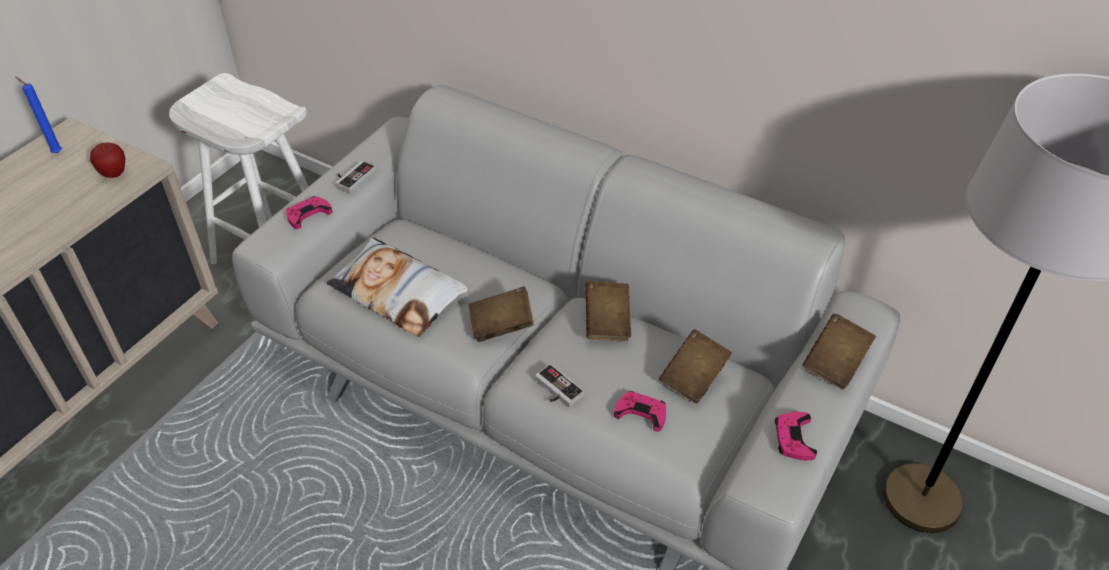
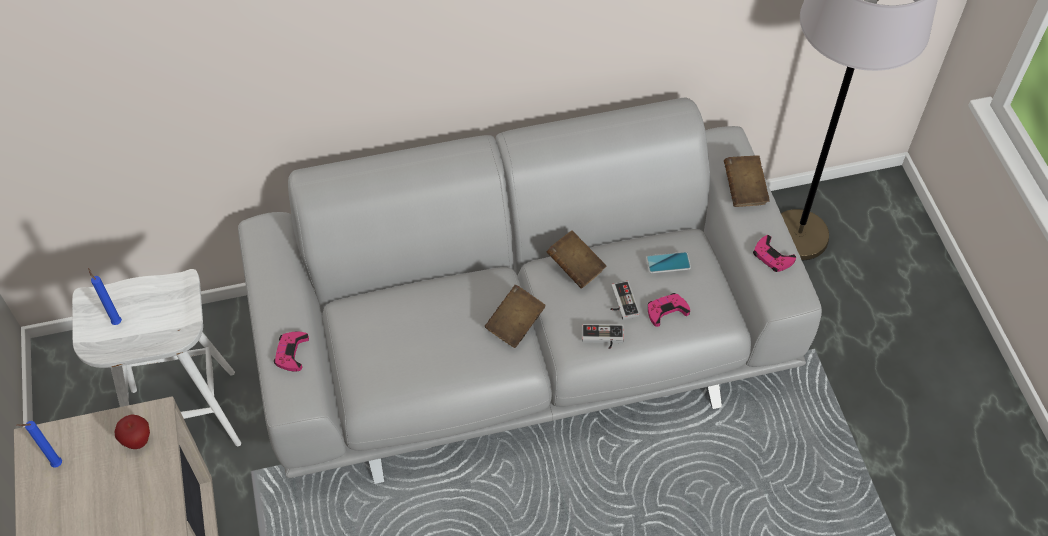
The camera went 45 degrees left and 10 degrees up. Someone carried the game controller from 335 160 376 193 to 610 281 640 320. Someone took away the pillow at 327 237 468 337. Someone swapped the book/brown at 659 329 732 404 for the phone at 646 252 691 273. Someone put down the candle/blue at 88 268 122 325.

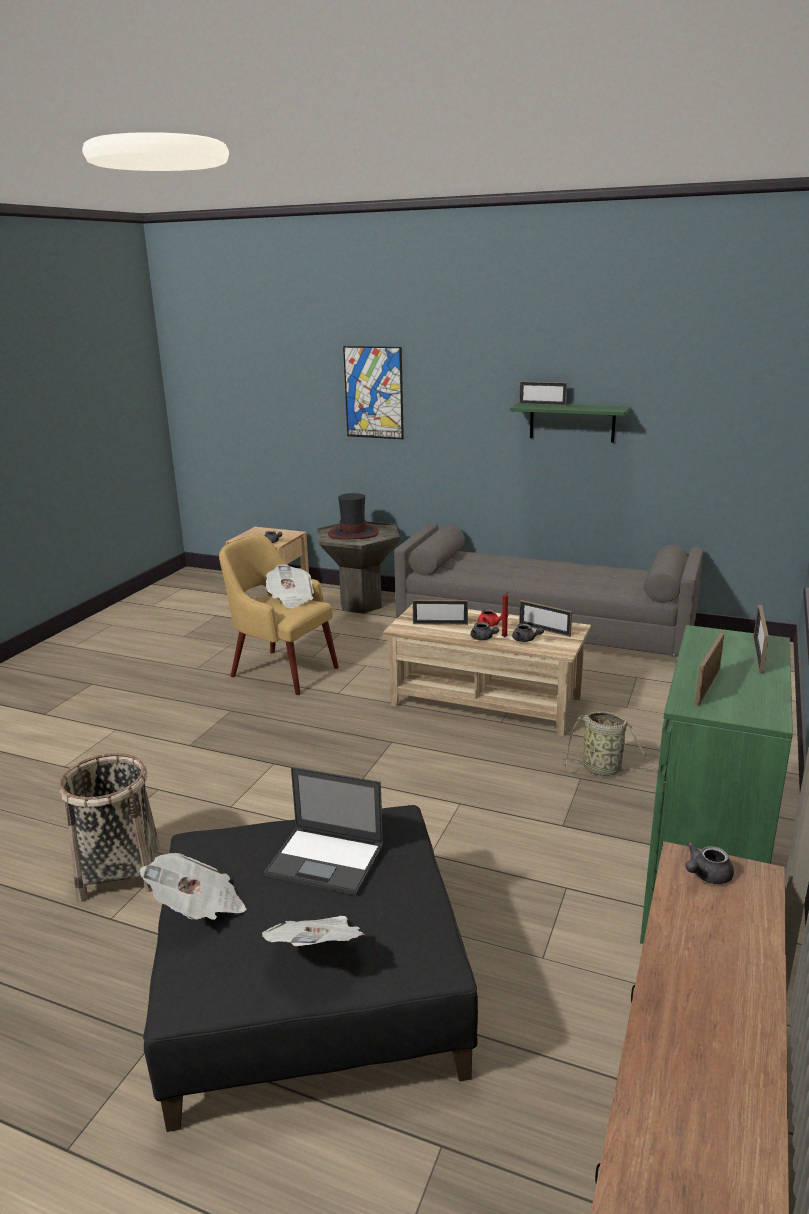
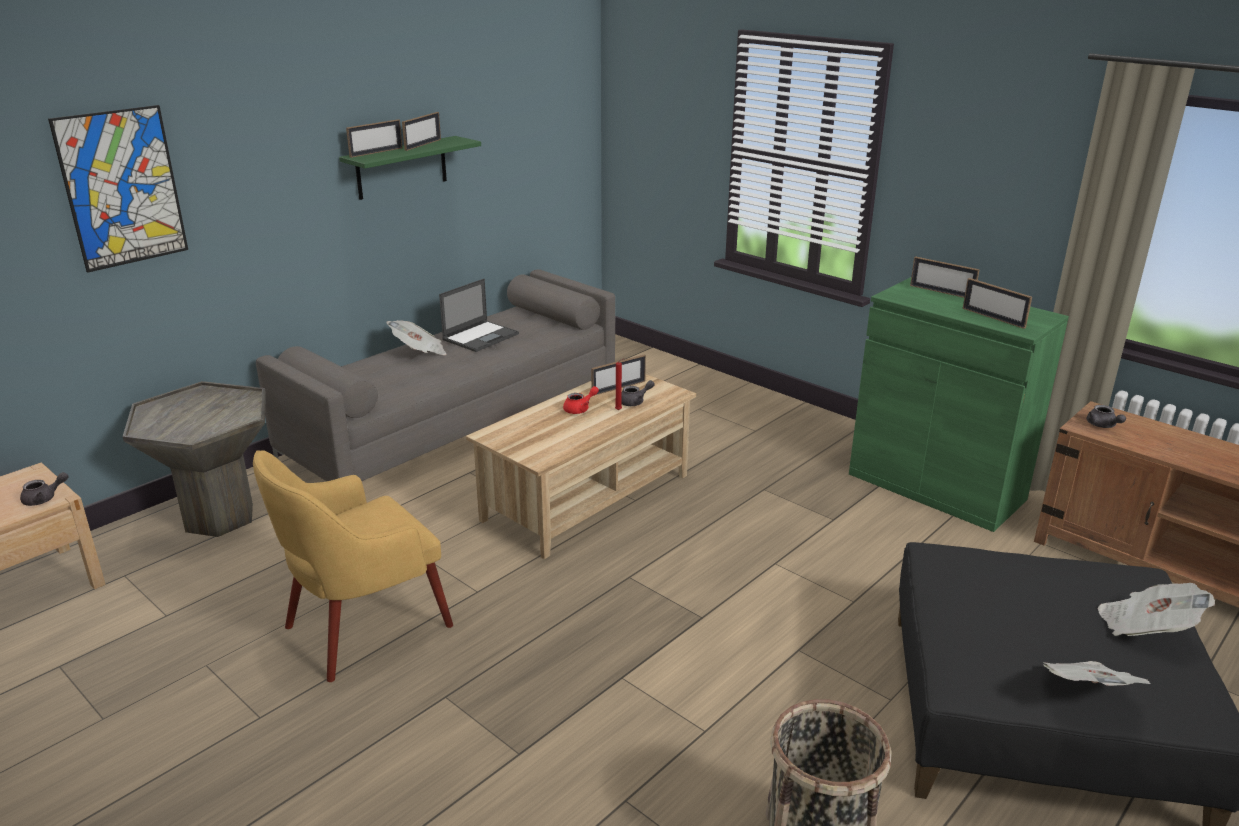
The camera went 70 degrees left and 5 degrees up. Someone took away the hat at 328 493 379 540. Someone carried the newspaper from 265 564 314 609 to 387 320 446 355. Someone carried the picture frame from 413 600 468 625 to 402 112 441 151. Someone took away the teapot/grey at 471 622 499 640. Someone took away the basket at 561 711 658 776. Someone carried the laptop from 264 767 384 895 to 439 278 519 352.

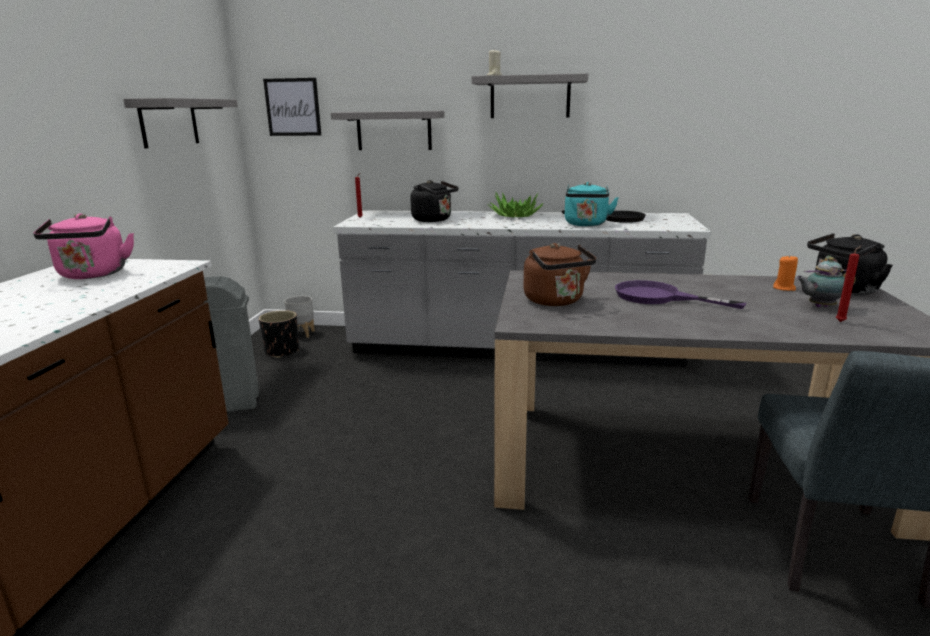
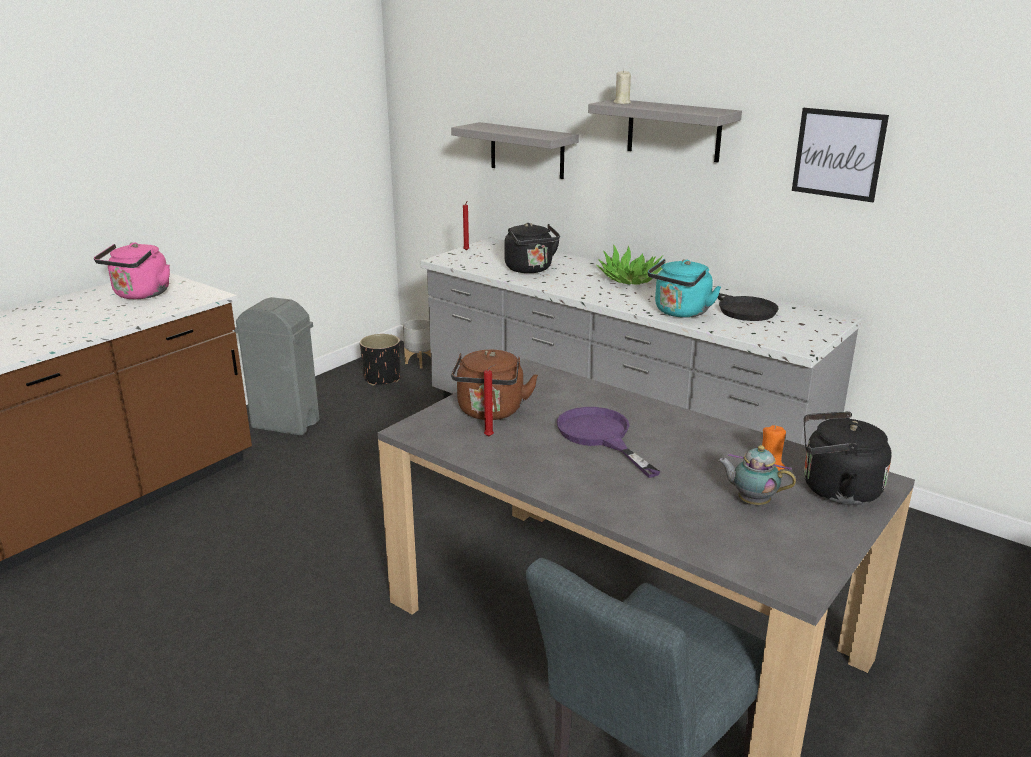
The camera went 30 degrees right and 5 degrees up. Someone carried the picture from 263 78 321 136 to 792 108 889 202. Someone took away the shelf/grey at 123 98 238 148. Someone carried the candle/red from 836 246 861 322 to 484 364 496 436.

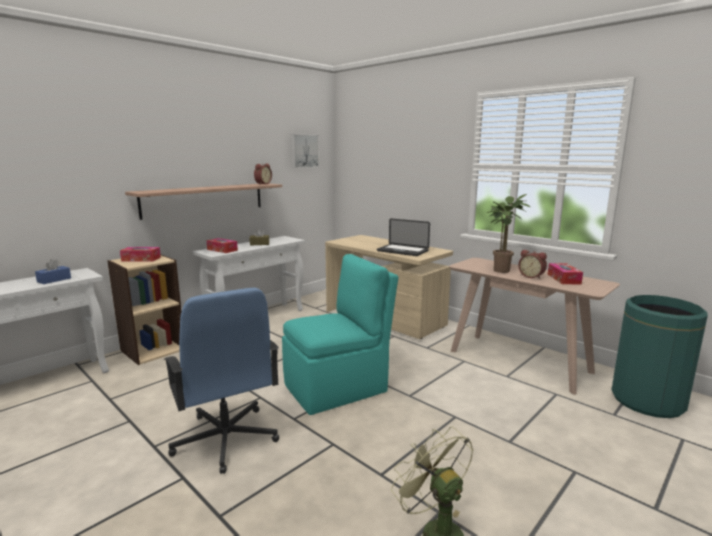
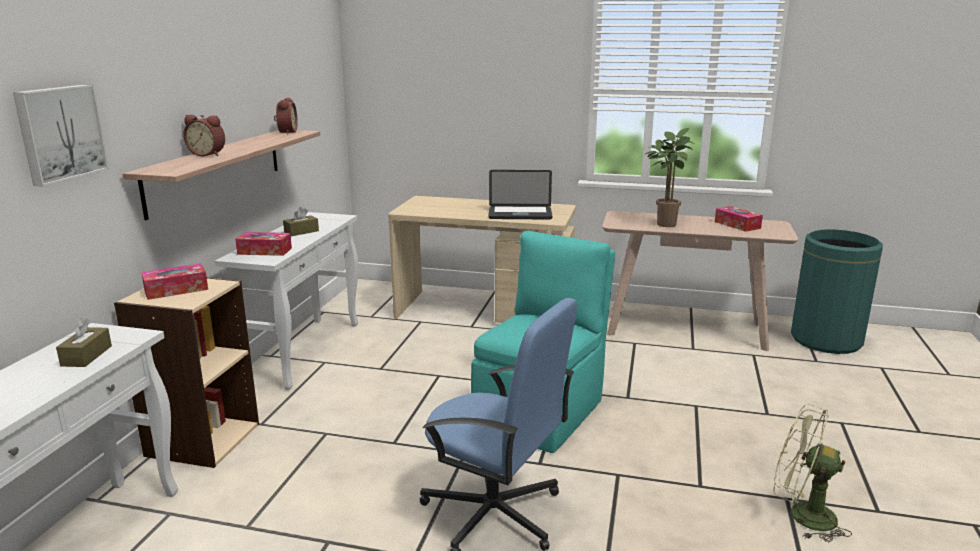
The camera went 30 degrees left and 5 degrees up. Someone carried the picture from 291 134 319 168 to 13 85 109 187. Someone carried the alarm clock from 518 250 547 279 to 183 115 225 156. Someone repainted the tissue box/blue at 35 259 71 284, which became the tissue box/brown at 56 318 112 367.

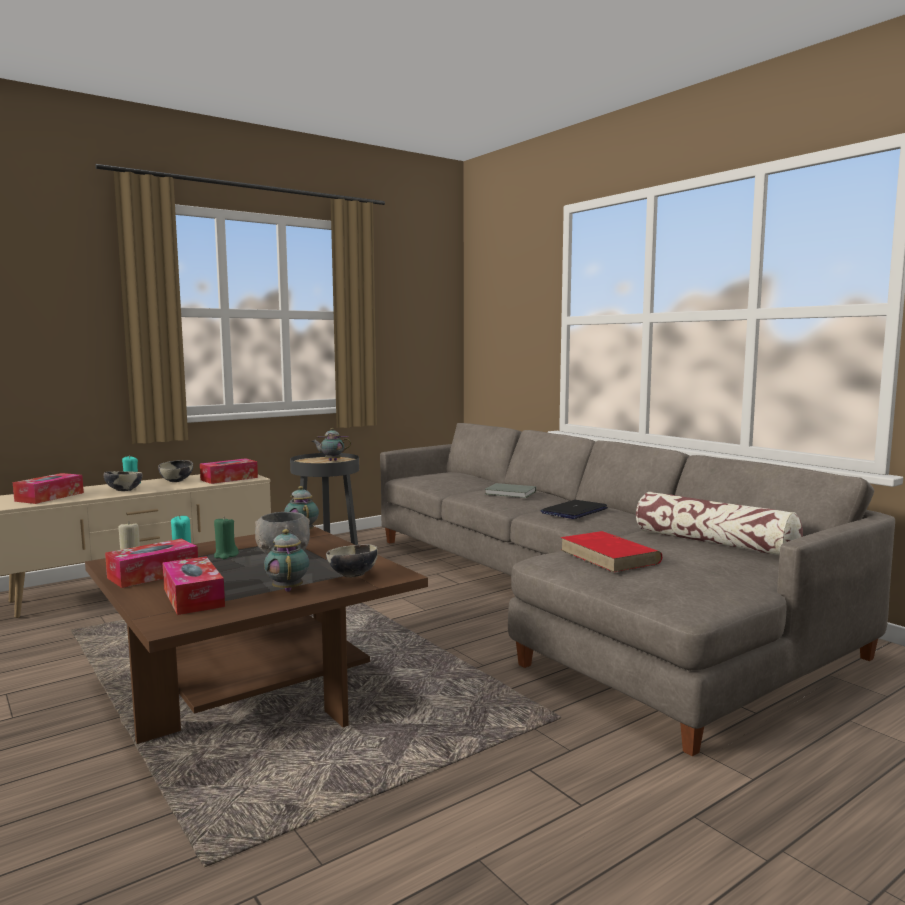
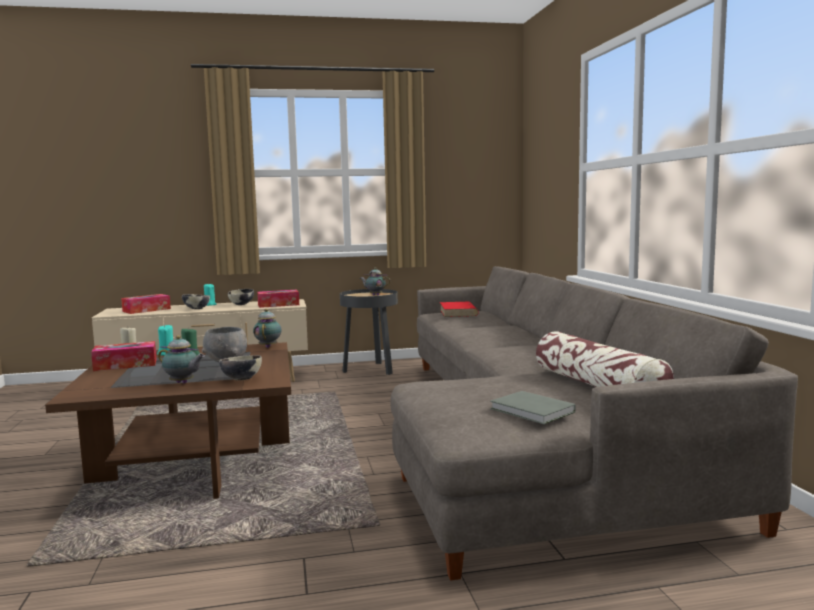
The camera went 25 degrees right and 0 degrees up. Someone carried the book/grey from 485 483 536 498 to 490 391 576 424. Someone took away the laptop at 541 500 608 519. Someone rotated the teapot at 264 529 309 592 by 105 degrees clockwise. Someone carried the book/red from 560 531 662 573 to 440 302 479 317. Someone took away the tissue box at 162 556 225 615.

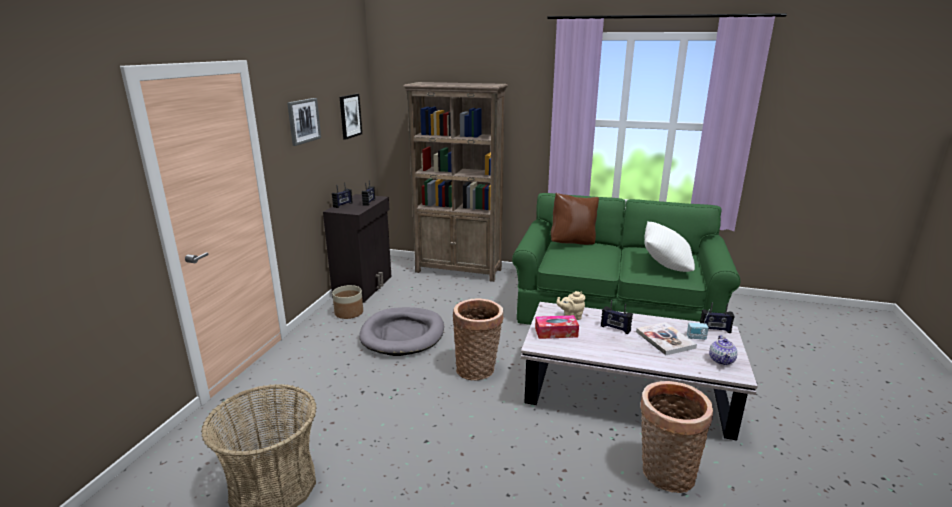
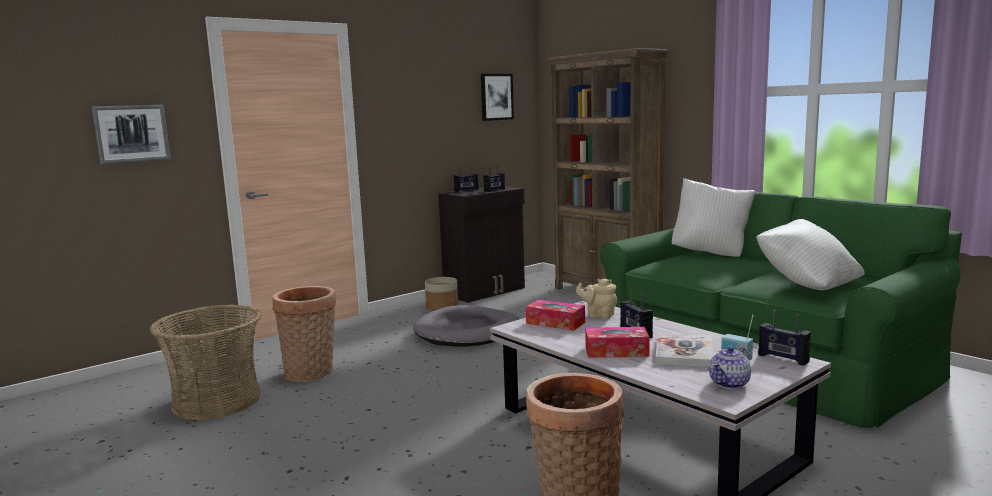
The camera went 35 degrees right and 10 degrees down. Someone carried the picture from 287 98 321 146 to 92 105 171 164. Someone repainted the pillow/brown at 551 193 599 245, which became the pillow/white at 672 178 756 257. Someone carried the basket from 453 299 504 381 to 272 286 336 382. Someone put down the tissue box at 585 327 650 358.

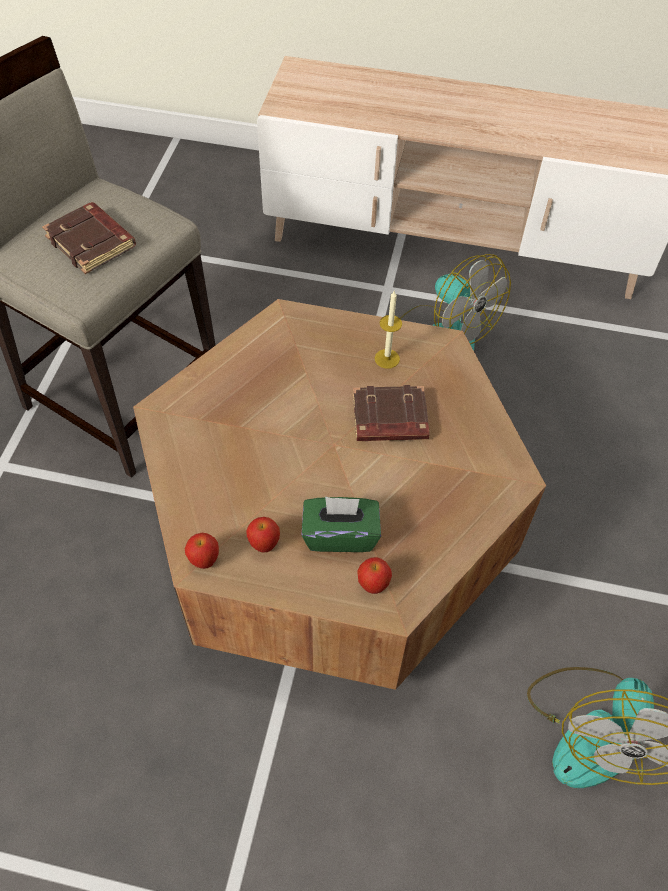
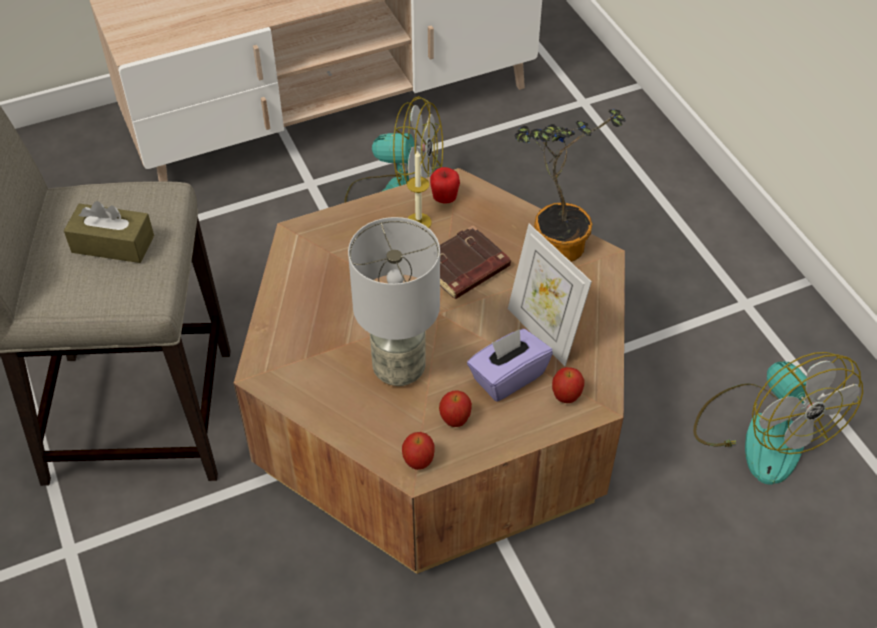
The camera went 35 degrees left and 5 degrees down. Someone swapped the book/brown at 42 202 136 274 for the tissue box/brown at 64 201 154 263. Someone repainted the tissue box/green at 301 496 381 552, which became the tissue box/purple at 467 329 553 402. Someone put down the potted plant at 514 109 626 262. Someone put down the apple at 430 167 460 204. Someone put down the table lamp/grey at 348 217 440 386. Someone put down the picture frame at 508 224 592 366.

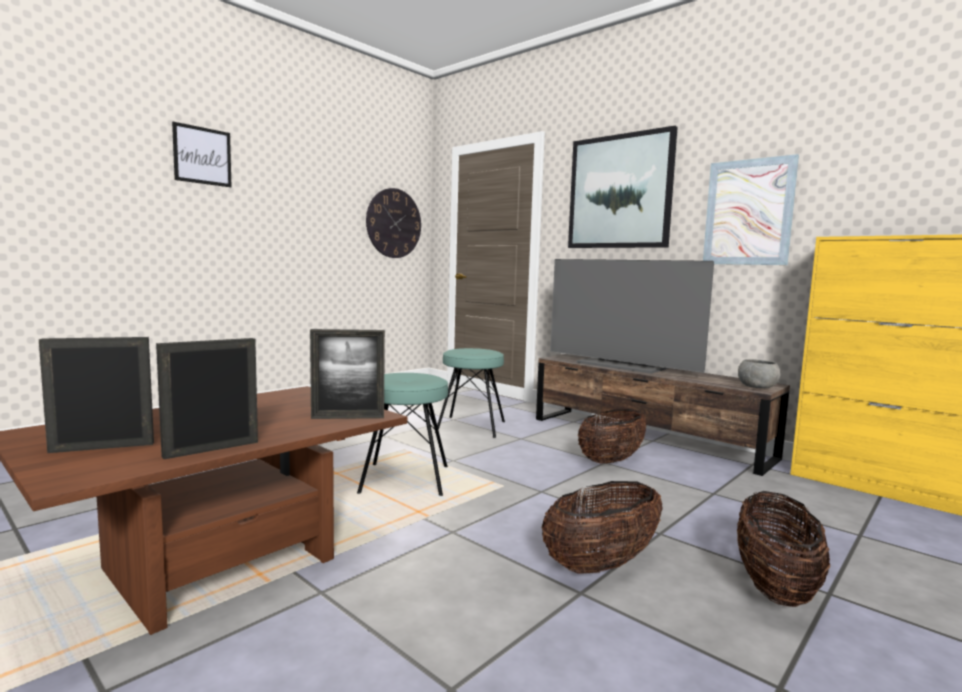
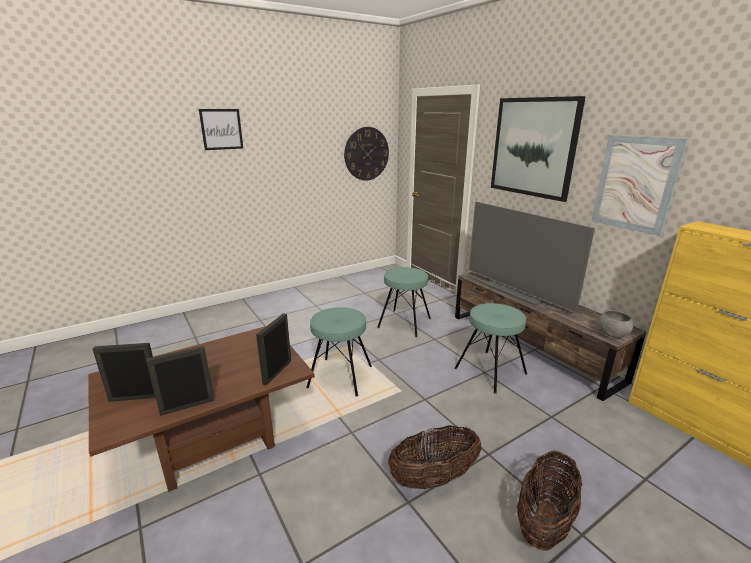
The camera went 15 degrees right and 15 degrees up. Someone rotated the picture frame at 310 329 385 419 by 105 degrees clockwise. Someone swapped the basket at 578 409 646 464 for the stool/turquoise at 455 303 527 394.

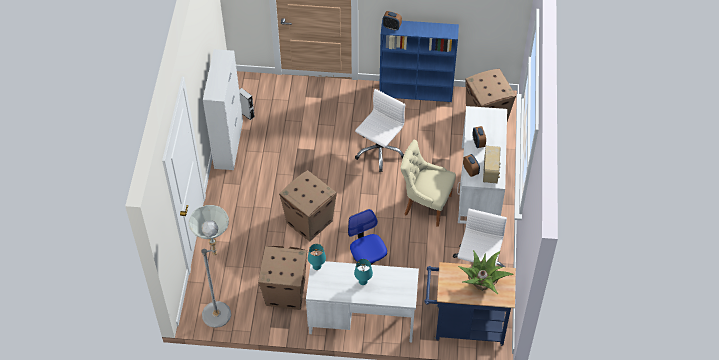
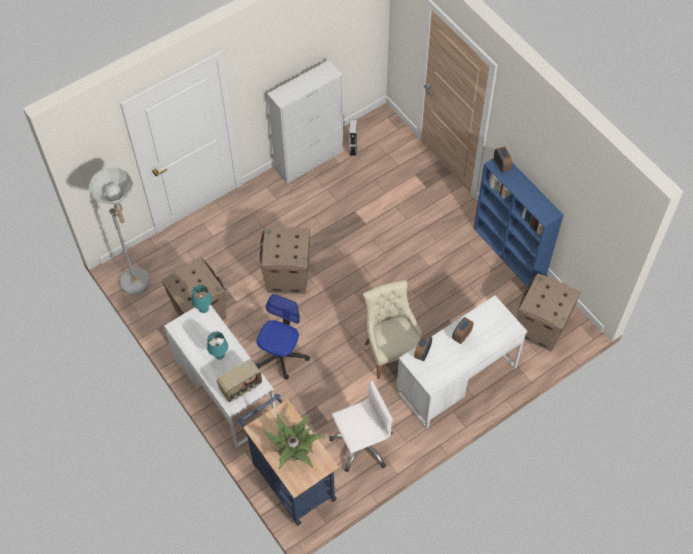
The camera went 50 degrees right and 5 degrees up. Someone took away the office chair/white at 355 89 405 172. Someone carried the radio from 483 146 501 183 to 217 359 262 402.

